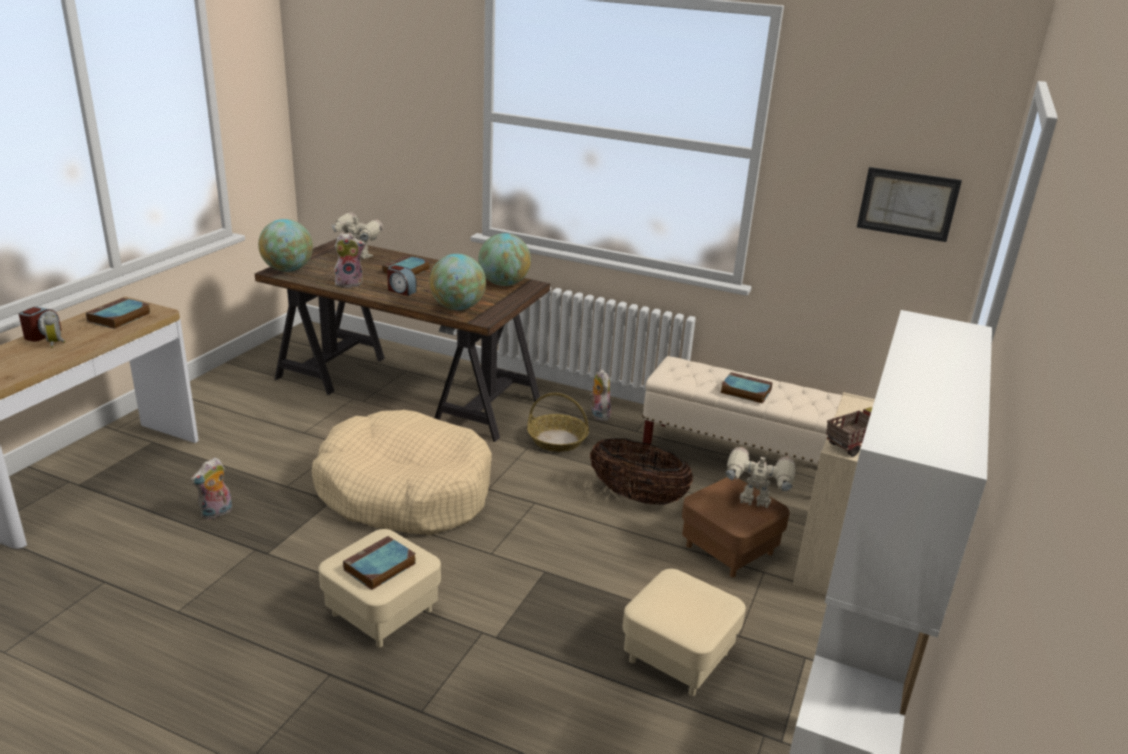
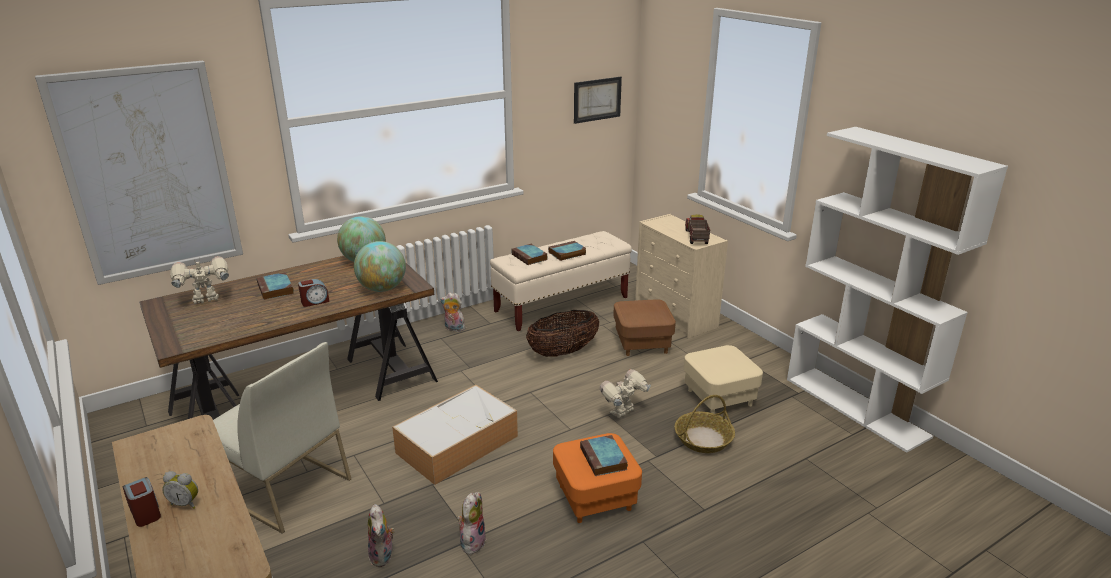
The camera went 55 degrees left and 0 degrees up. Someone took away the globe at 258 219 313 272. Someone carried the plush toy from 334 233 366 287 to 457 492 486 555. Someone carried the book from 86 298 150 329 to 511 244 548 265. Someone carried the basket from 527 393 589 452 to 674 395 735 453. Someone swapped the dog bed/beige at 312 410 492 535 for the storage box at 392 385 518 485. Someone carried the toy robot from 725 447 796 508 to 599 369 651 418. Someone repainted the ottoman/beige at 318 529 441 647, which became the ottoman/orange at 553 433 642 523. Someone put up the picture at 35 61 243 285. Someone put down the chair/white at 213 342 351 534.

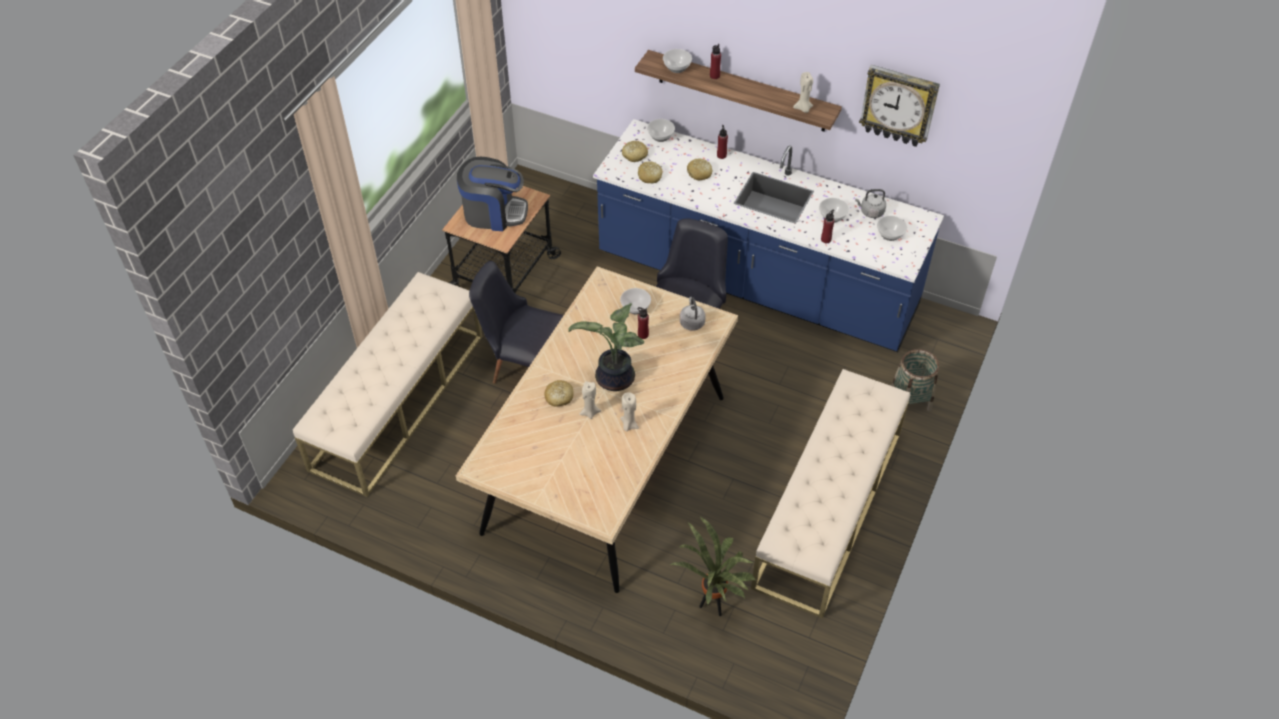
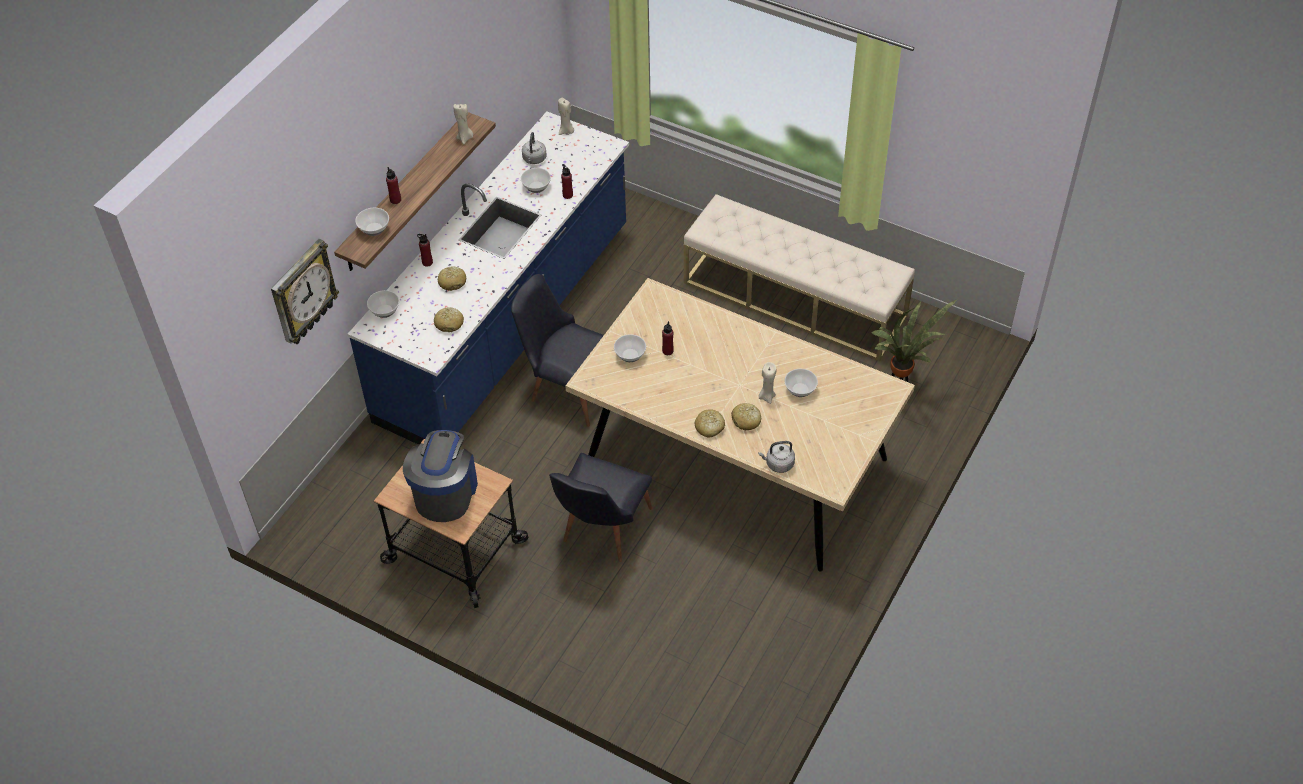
The camera went 85 degrees left and 0 degrees up. Someone carried the wall clock from 859 65 940 147 to 271 239 339 344. Someone carried the bread from 622 141 648 162 to 694 409 725 437. Someone carried the bowl from 877 216 907 241 to 785 369 818 397. Someone took away the bench/beige at 293 272 482 497. Someone carried the kettle/grey from 680 297 706 331 to 758 441 795 473. Someone took away the potted plant at 568 303 644 391. Someone took away the basket at 891 349 939 411. Someone carried the candle/beige from 620 392 639 431 to 558 98 574 135.

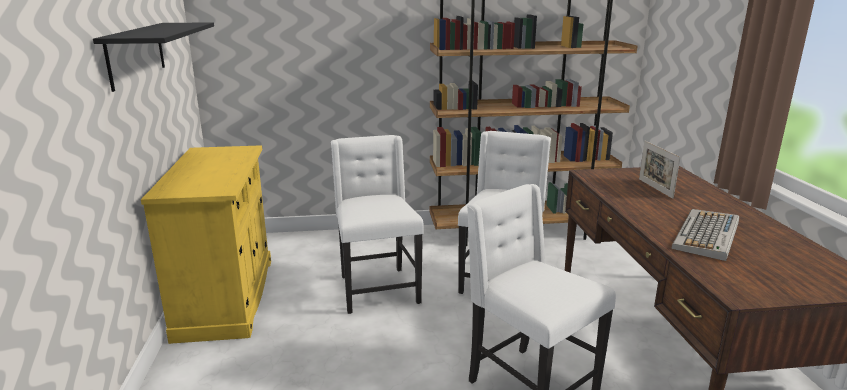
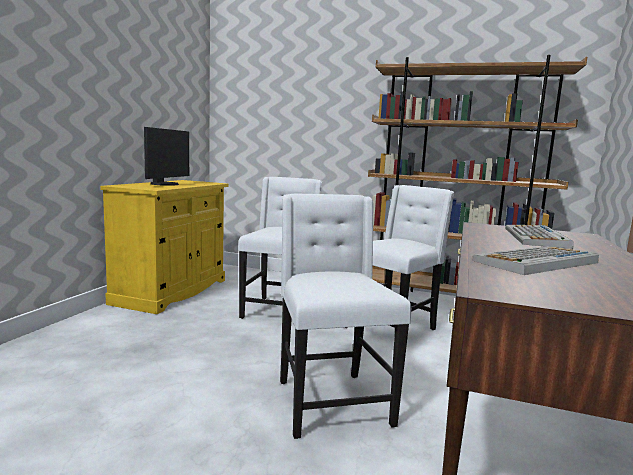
The camera went 25 degrees right and 10 degrees down. Someone took away the shelf/black at 93 22 214 92. Someone swapped the picture frame at 639 141 680 199 for the keyboard at 505 225 574 249. Someone put down the monitor at 144 127 189 186.

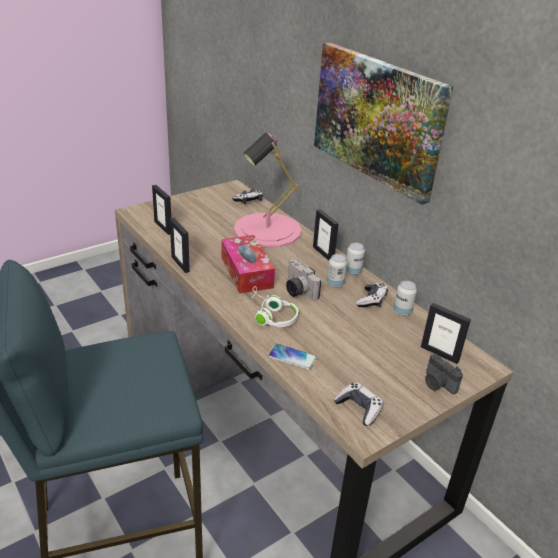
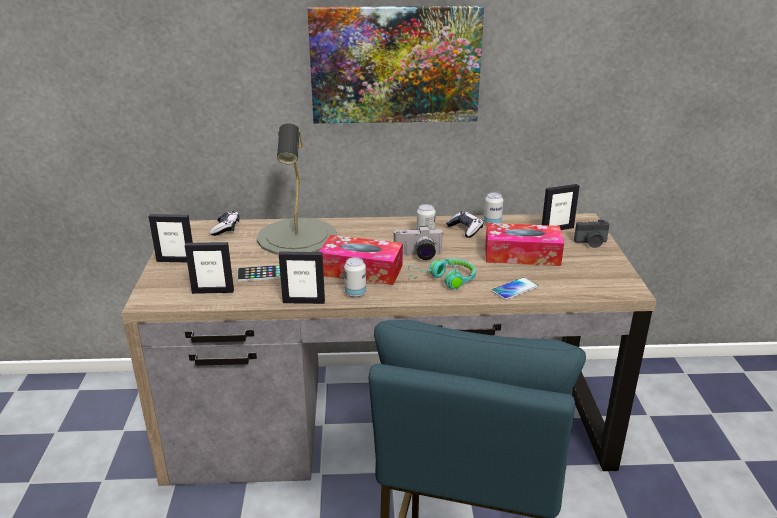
The camera went 55 degrees left and 5 degrees down. Someone repainted the table lamp/pink at 234 133 301 248, which became the table lamp/grey at 257 123 337 255. Someone carried the picture frame from 313 209 339 261 to 148 214 193 262. Someone carried the can from 346 243 365 275 to 344 257 366 298. Someone repainted the headphones/white at 250 286 298 327, which became the headphones/turquoise at 408 258 476 289. Someone took away the game controller at 334 382 383 426. Someone put down the tissue box at 485 223 564 266. Someone put down the phone at 237 265 281 282.

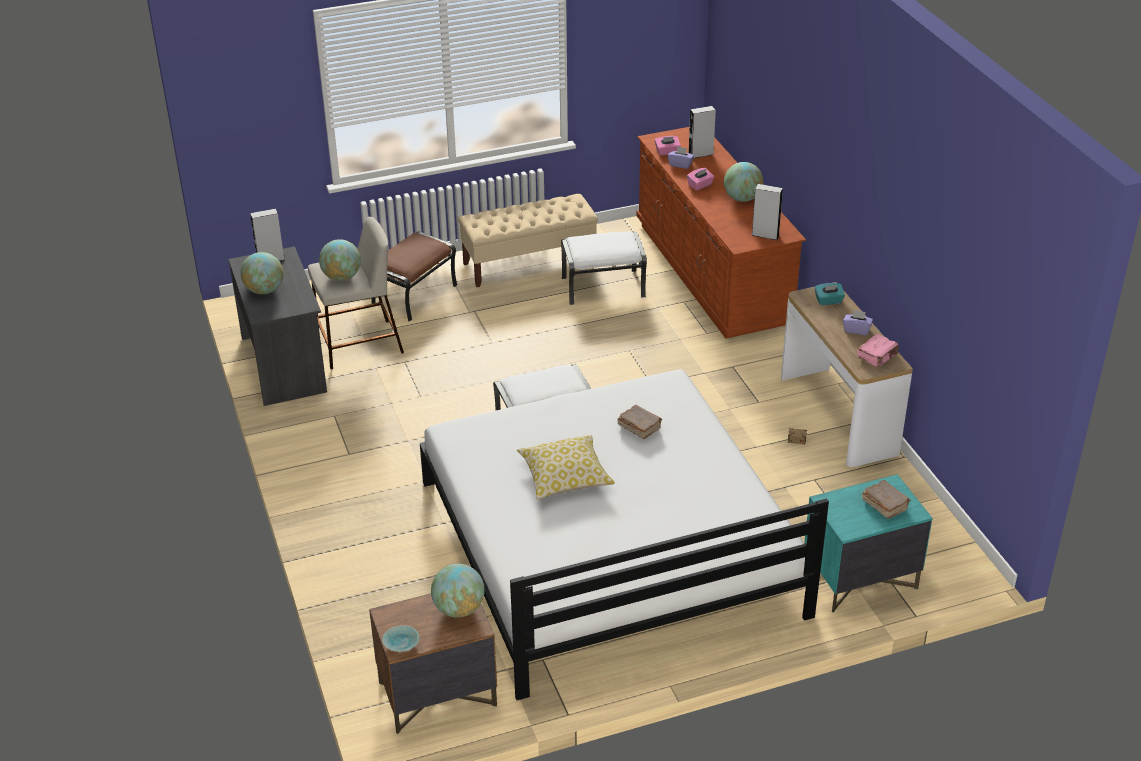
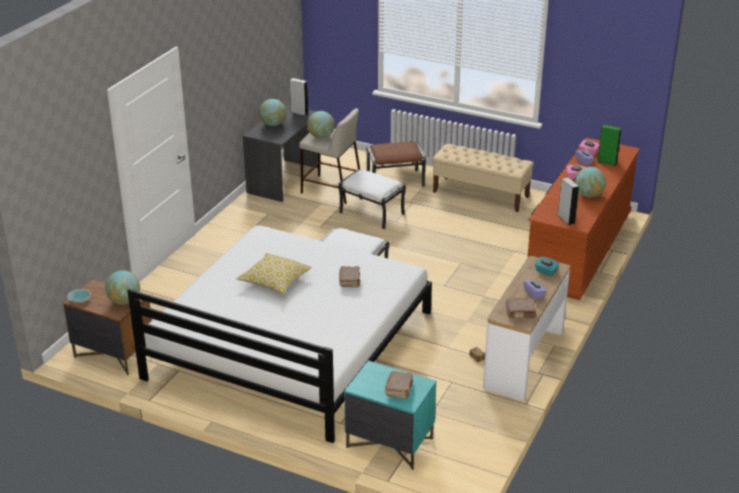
The camera went 45 degrees right and 5 degrees down. Someone repainted the speaker/grey at 688 106 716 158, which became the speaker/green at 597 125 622 166. Someone carried the ottoman/white from 561 231 647 305 to 338 169 406 229. Someone repainted the book/pink at 857 334 899 367, which became the book/brown at 506 298 536 319.

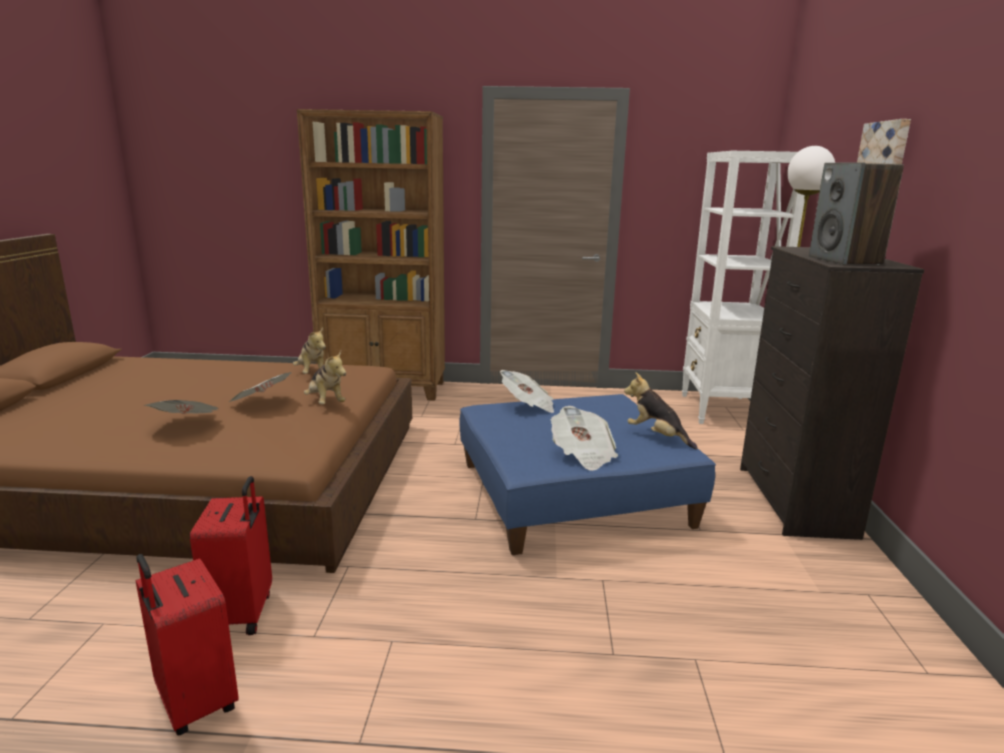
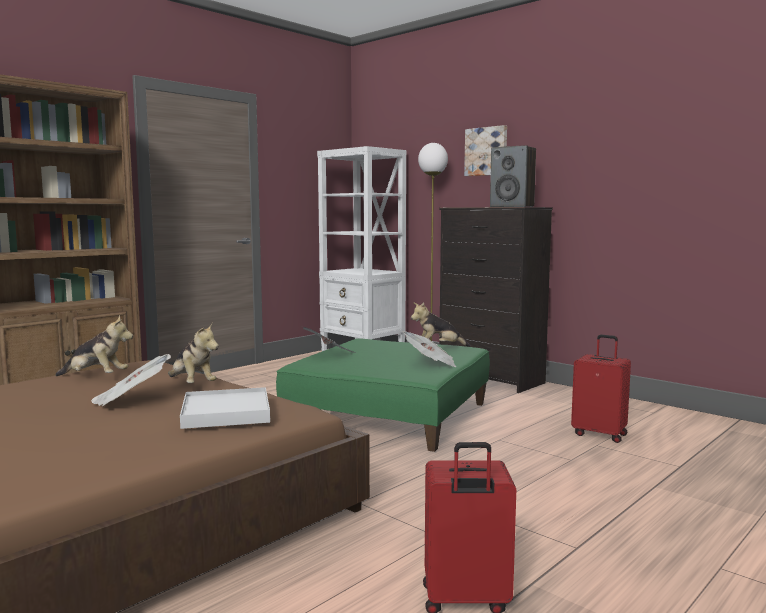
The camera went 50 degrees left and 10 degrees down. Someone rotated the plush toy at 304 351 346 404 by 45 degrees clockwise. Someone repainted the ottoman/blue at 460 394 716 555, which became the ottoman/green at 276 339 490 452. Someone took away the newspaper at 144 400 219 414. Someone carried the suitcase/red from 190 476 272 635 to 571 335 631 443. Someone put down the tray/white at 180 387 270 429.

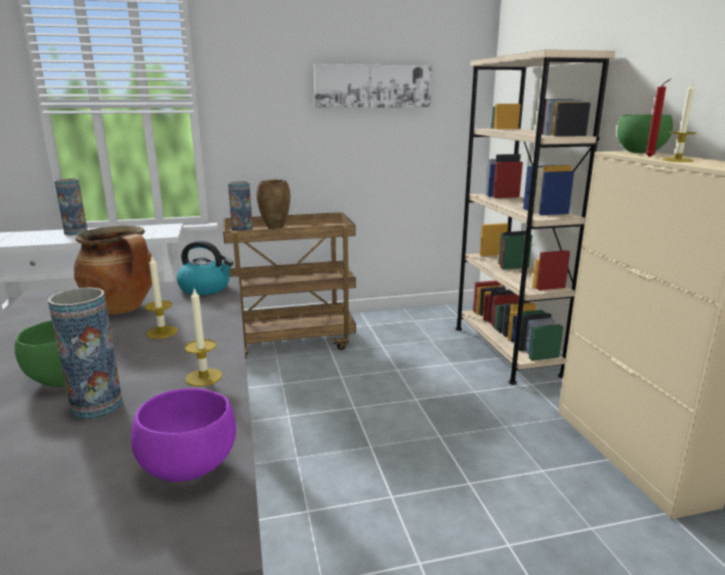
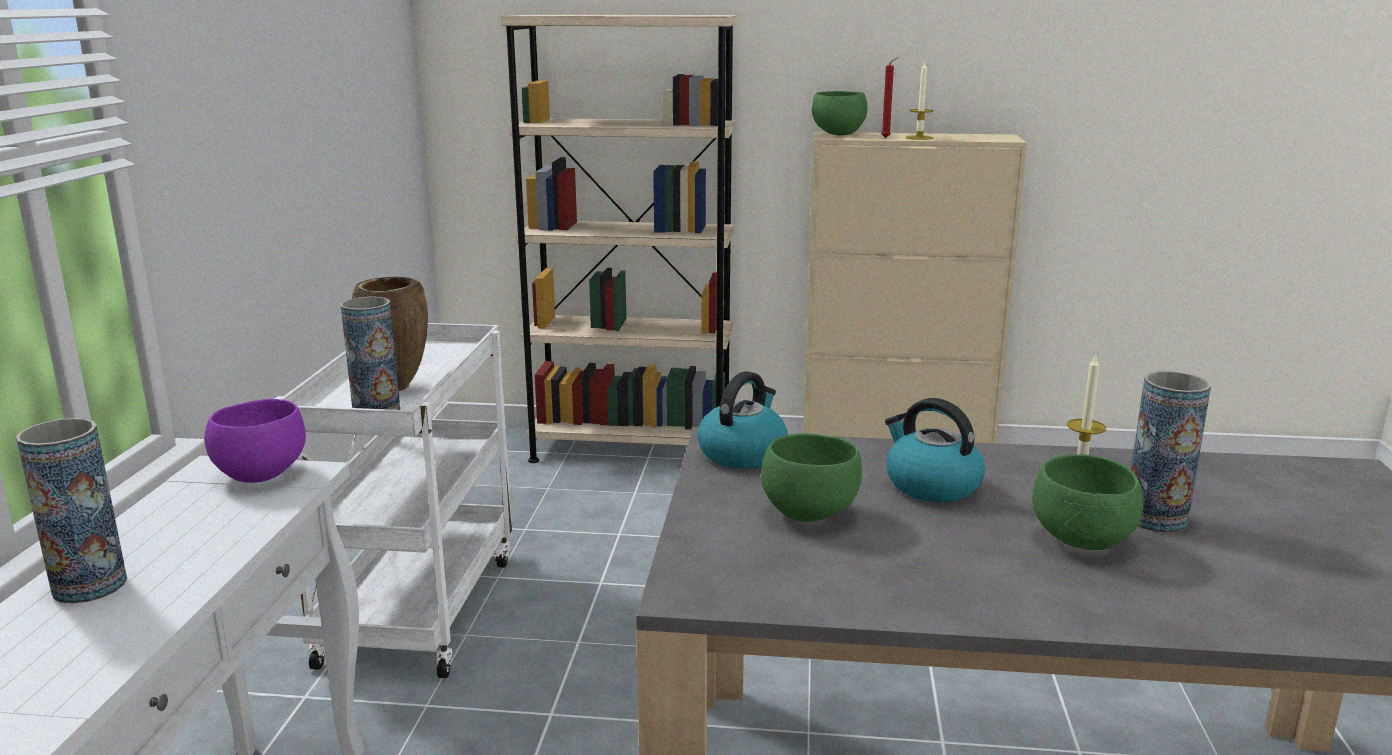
The camera went 70 degrees left and 0 degrees up. Someone took away the picture at 314 64 432 108. Someone repainted the cart/brown at 223 212 356 357, which became the cart/white at 275 323 512 678. Someone swapped the cooking pot at 74 226 153 314 for the bowl/green at 761 433 862 522. Someone swapped the candle at 145 257 178 339 for the kettle at 885 398 985 502. Someone carried the bowl/purple from 131 388 236 482 to 204 399 306 483.

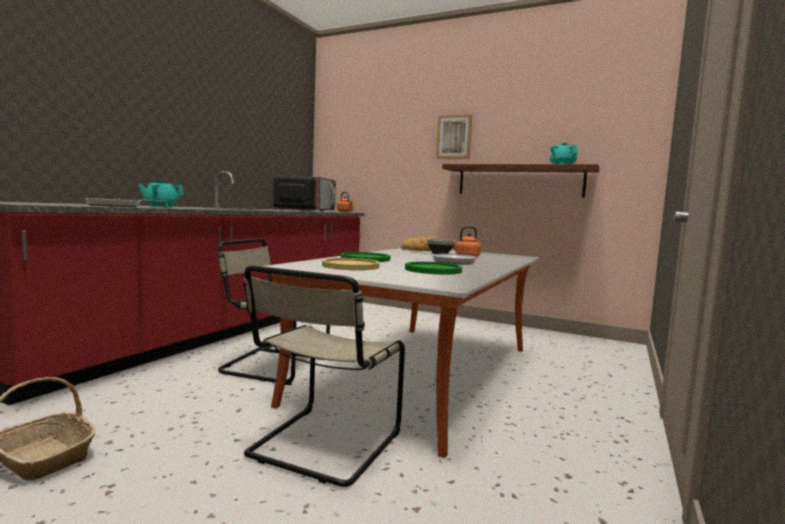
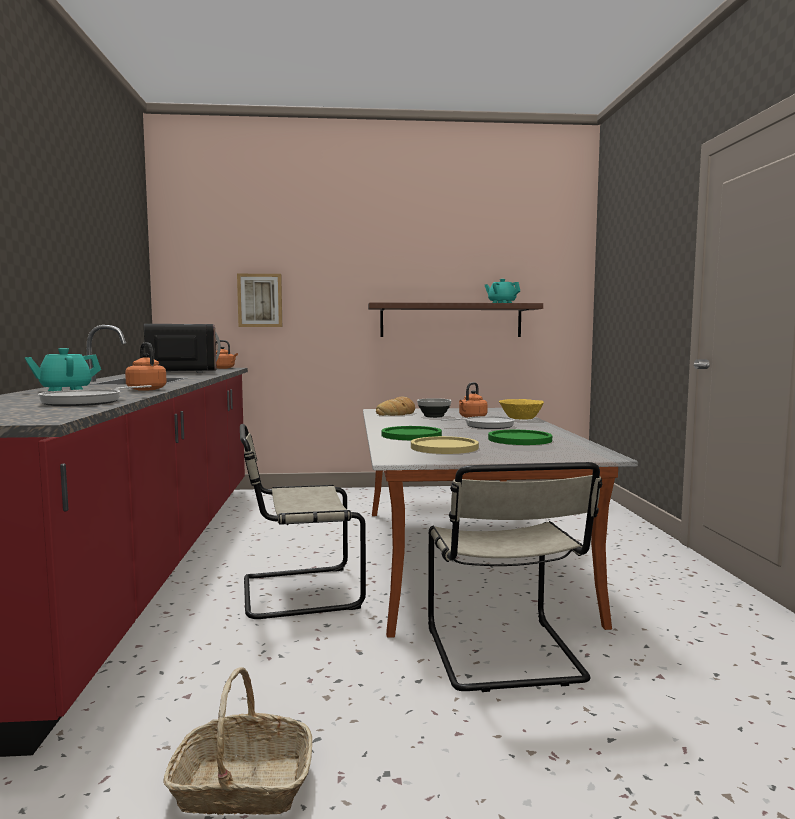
The camera went 30 degrees left and 0 degrees up. Someone carried the picture from 436 114 472 159 to 237 274 282 327. Someone put down the kettle/orange at 125 342 167 391. Someone put down the bowl/yellow at 499 399 544 420.

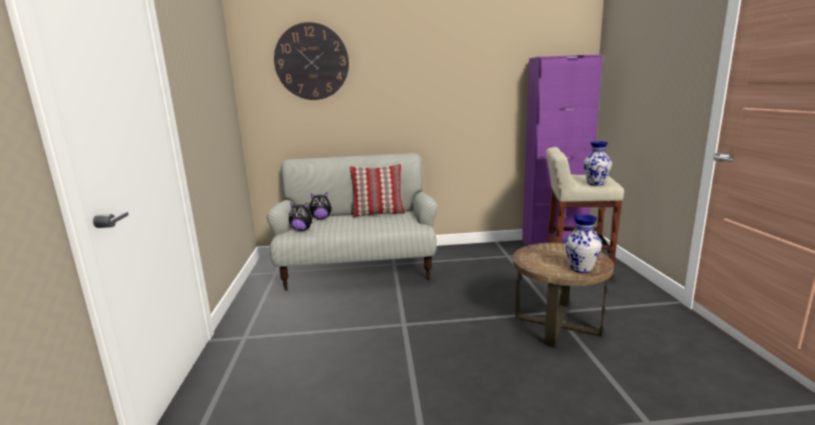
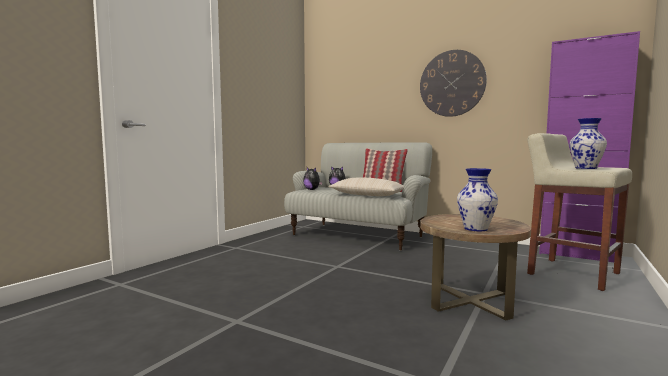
The camera went 35 degrees right and 10 degrees down. Someone carried the wall clock from 274 22 349 100 to 420 50 487 117. Someone put down the pillow/beige at 328 178 404 196.

